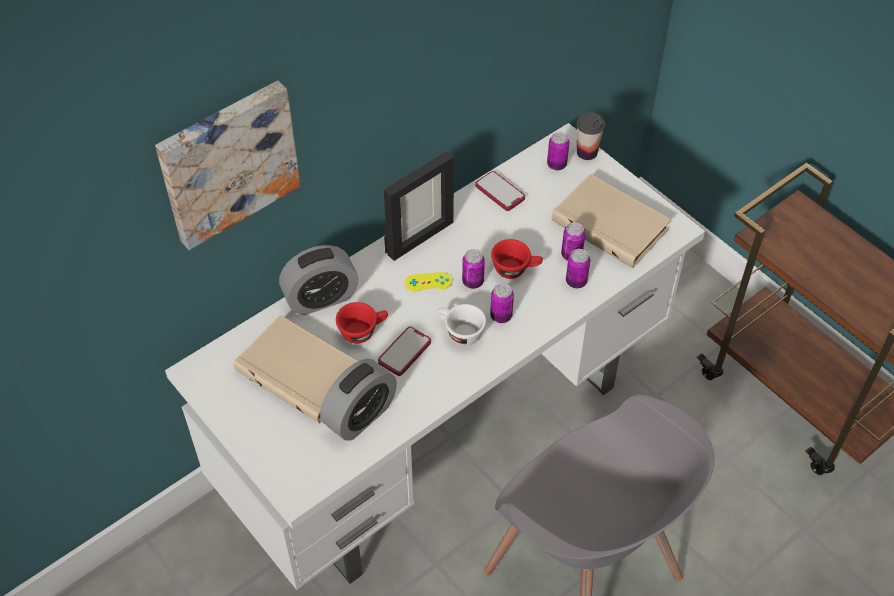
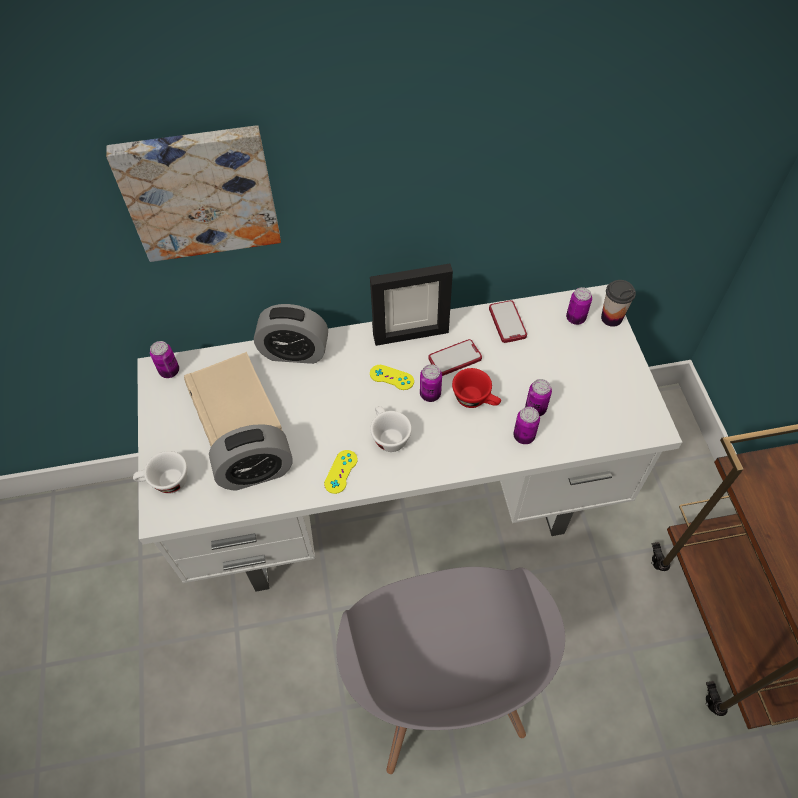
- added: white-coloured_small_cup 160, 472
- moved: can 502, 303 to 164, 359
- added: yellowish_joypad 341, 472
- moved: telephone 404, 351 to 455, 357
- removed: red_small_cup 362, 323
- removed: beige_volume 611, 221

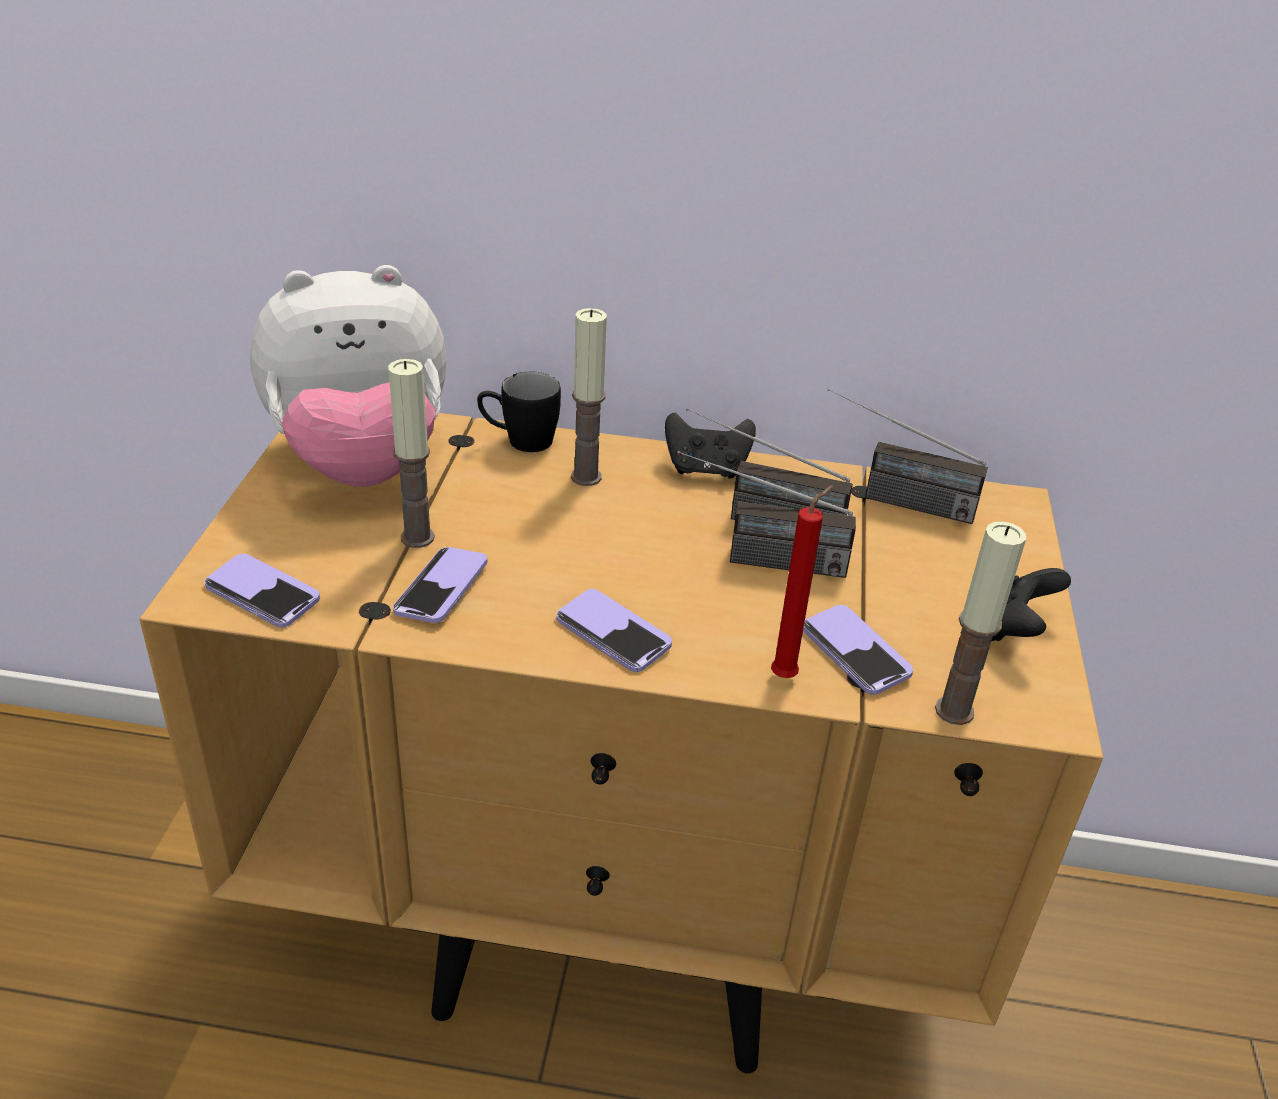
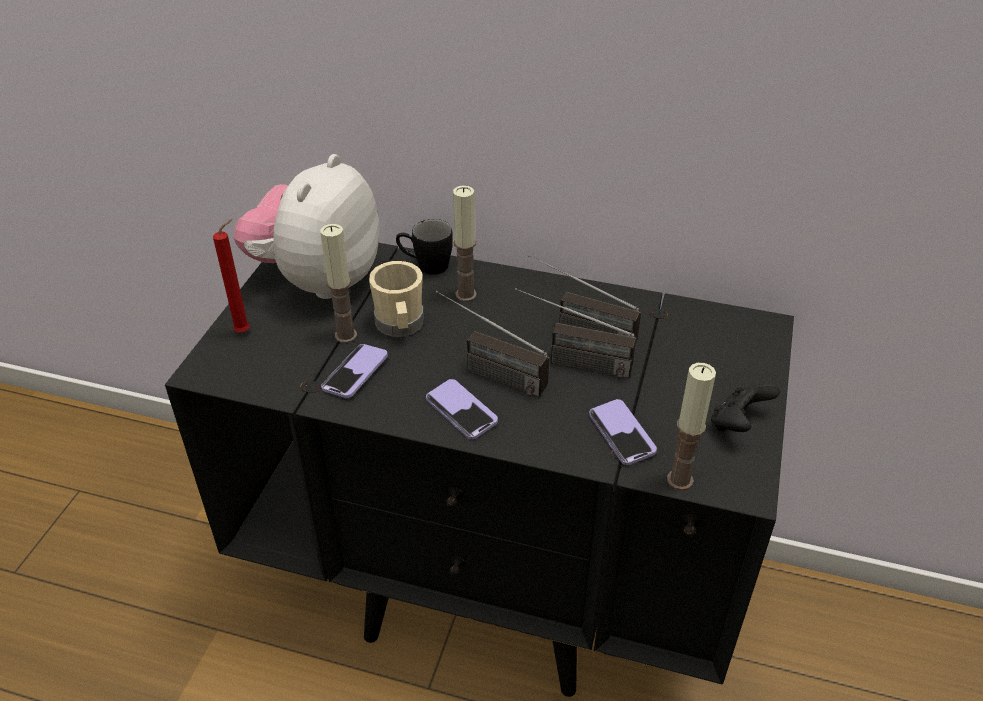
- recoloured: beige_chest_of_drawers 621, 743 to black-coloured_chest_of_drawers 479, 470
- moved: red_wax_candle 802, 581 to 231, 276
- turned: cuddly_toy 348, 376 = 307, 226 120 degrees clockwise
- added: beige_mug 396, 299
- moved: radio 907, 456 to 493, 344
- removed: telephone 262, 591
- removed: black-coloured_joypad 710, 446

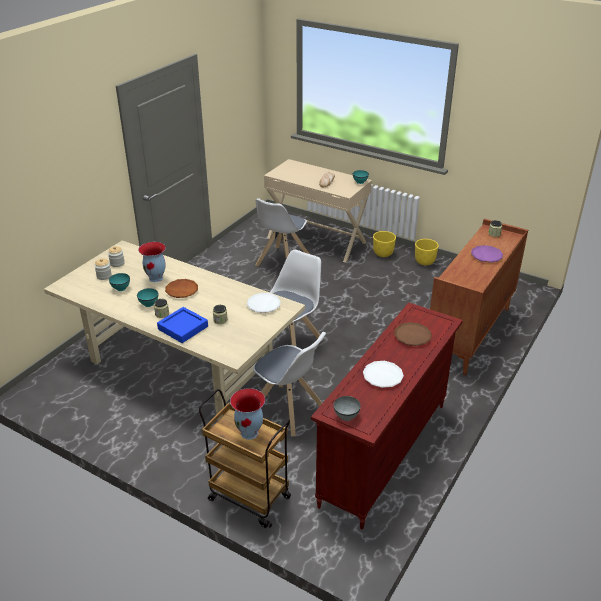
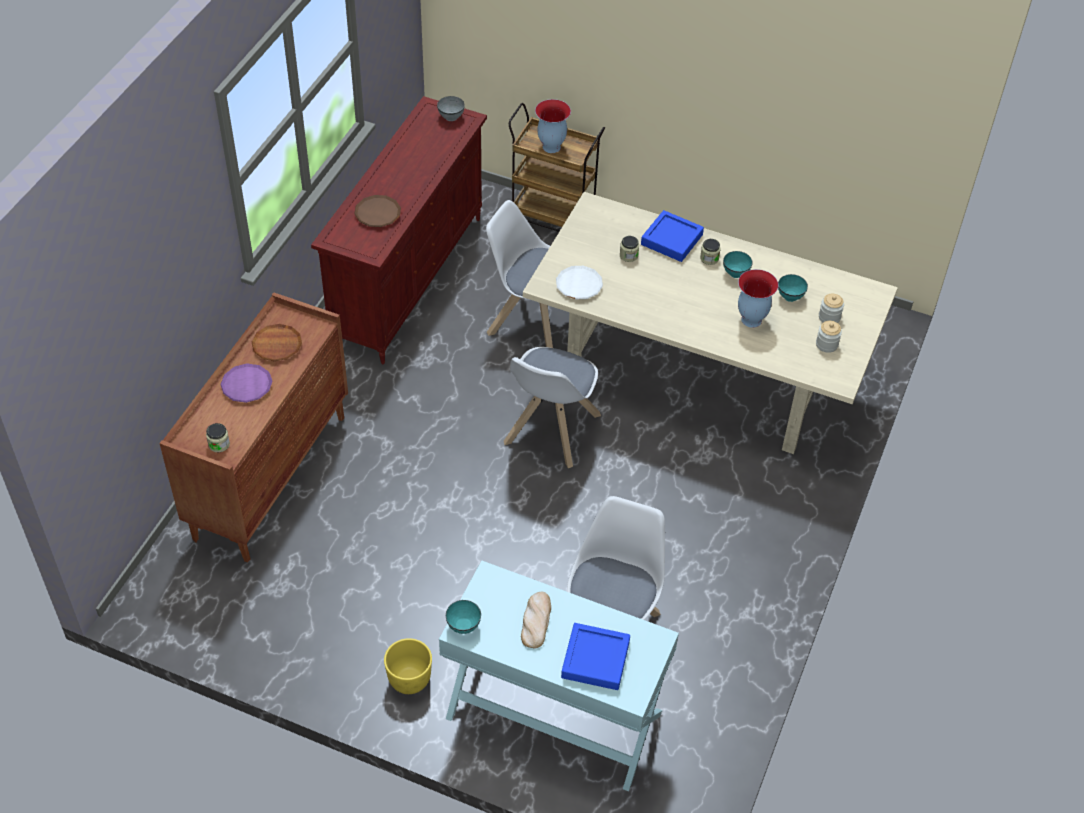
- moved: brown_flat_dish 181, 288 to 277, 342
- recoloured: beige_desk_table 318, 211 to turquoise-coloured_desk_table 559, 676
- added: bluish_serving_tray 595, 656
- removed: white-coloured_flat_dish 383, 374
- removed: yellowish_flower_pot 427, 252

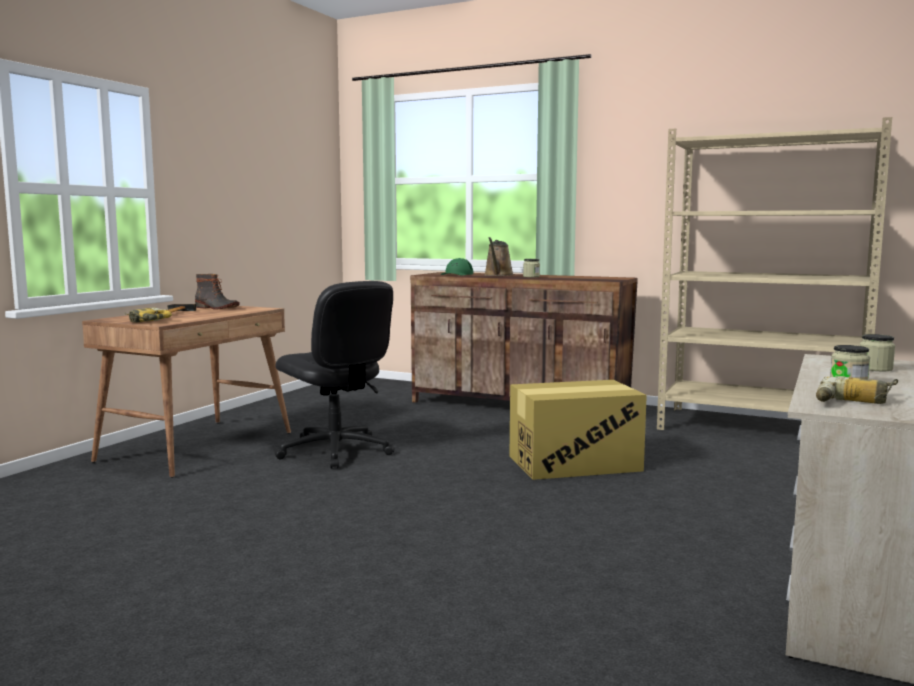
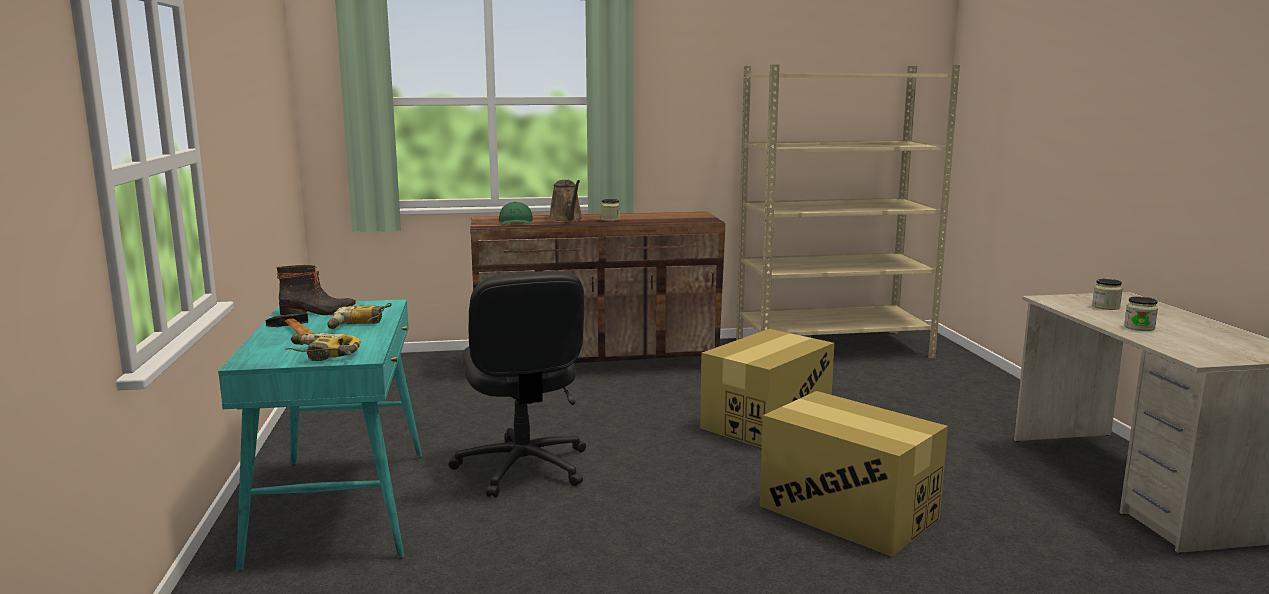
- recoloured: brown_desk_table 186, 392 to turquoise-coloured_desk_table 320, 435
- moved: electric_drill 857, 390 to 359, 316
- turned: black-coloured_computer_chair 335, 375 = 517, 384 60 degrees clockwise
- added: packing_box 854, 474

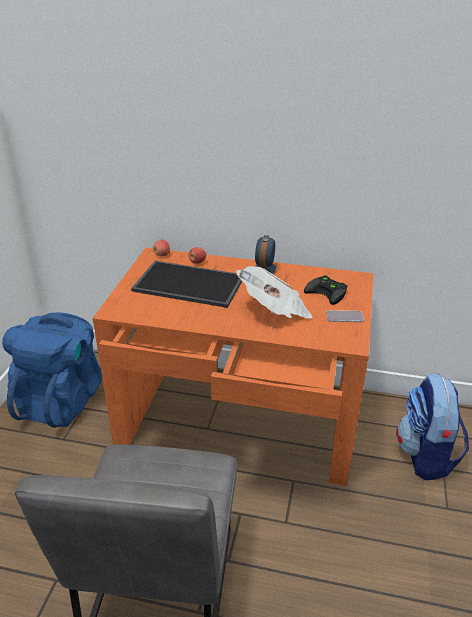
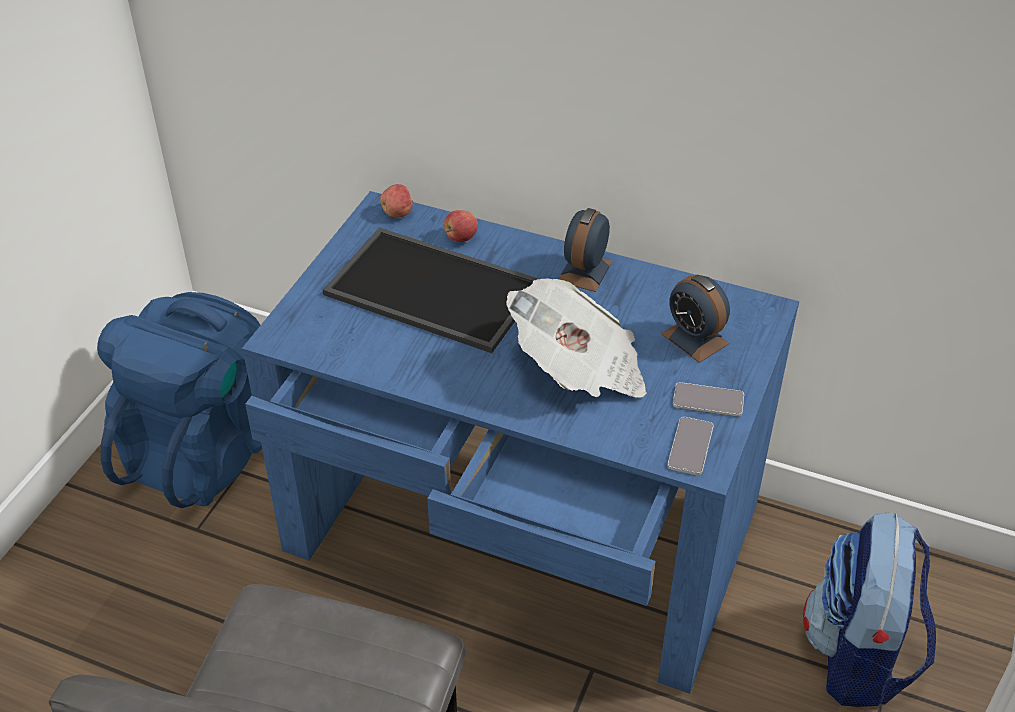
- recoloured: orange_desk_table 232, 367 to bluish_desk_table 520, 442
- replaced: black-coloured_joypad 325, 290 to alarm_clock 695, 318
- added: telephone 690, 446

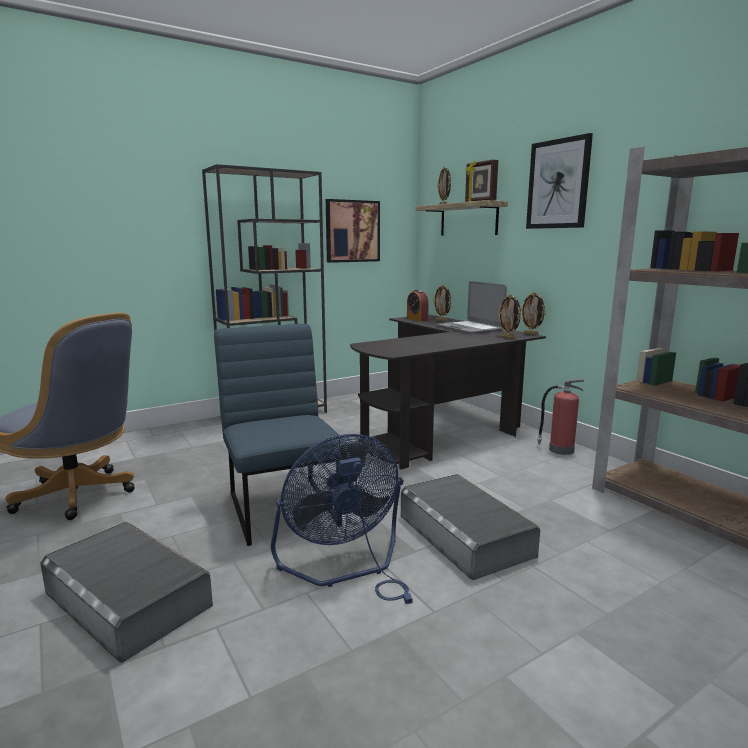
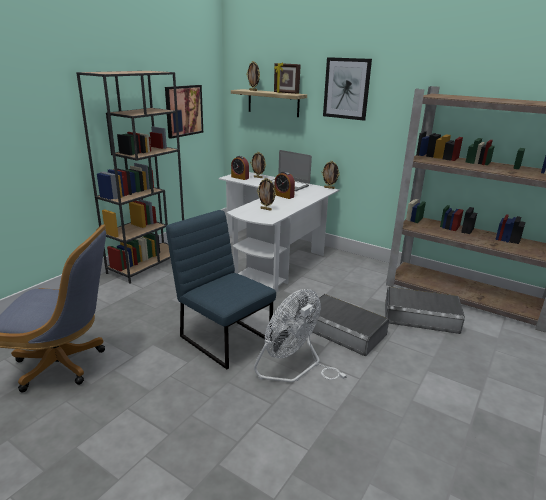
- recoloured: black-coloured_desk_table 448, 392 to white-coloured_desk_table 278, 232
- recoloured: bluish_electric_fan 342, 519 to white-coloured_electric_fan 300, 335
- moved: standing_frame 509, 316 to 266, 194
- added: alarm_clock 284, 185
- moved: gray_storage_container 126, 592 to 425, 310
- removed: fire_extinguisher 560, 417

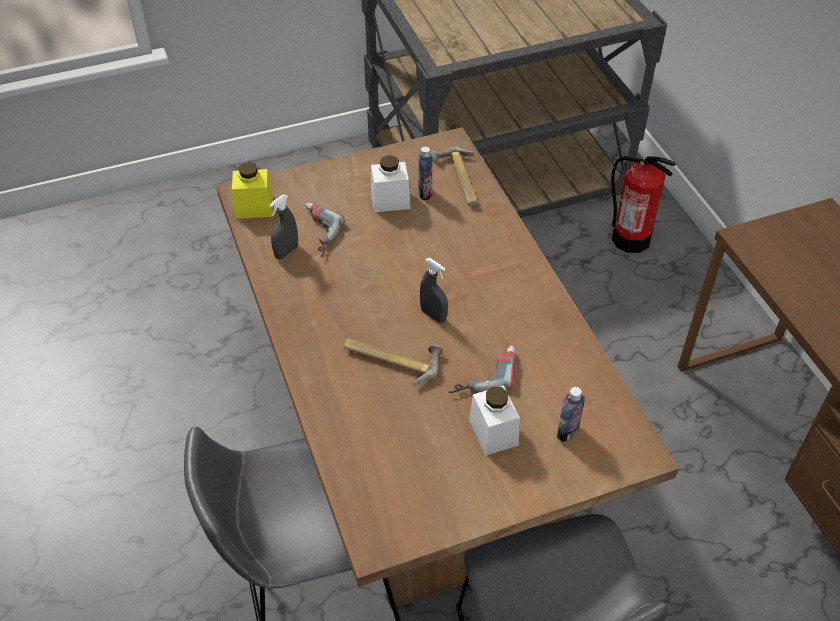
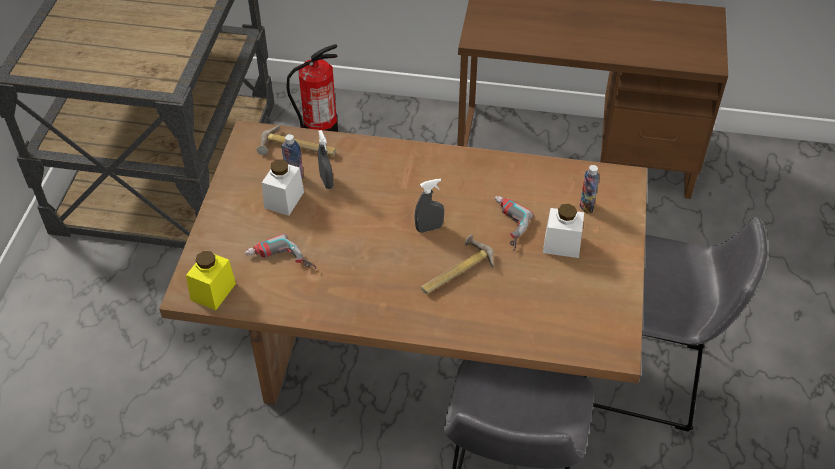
- moved: gray_hand_sprayer 283, 227 to 325, 159

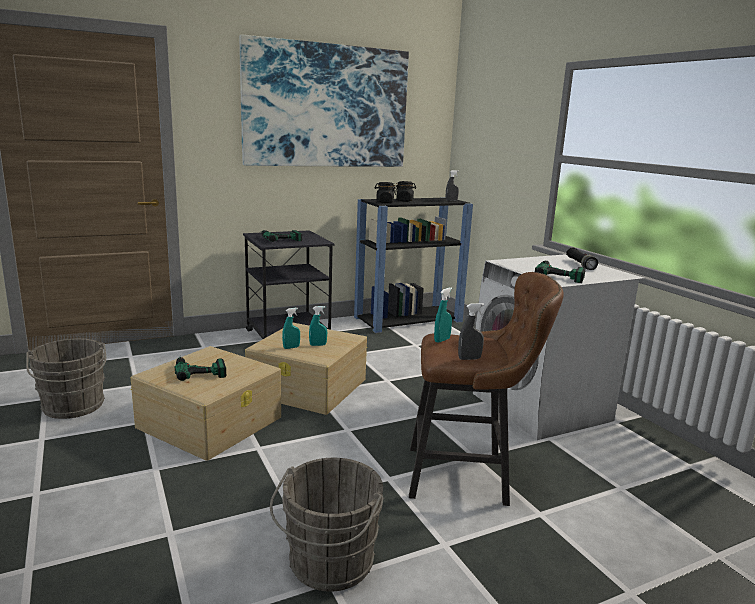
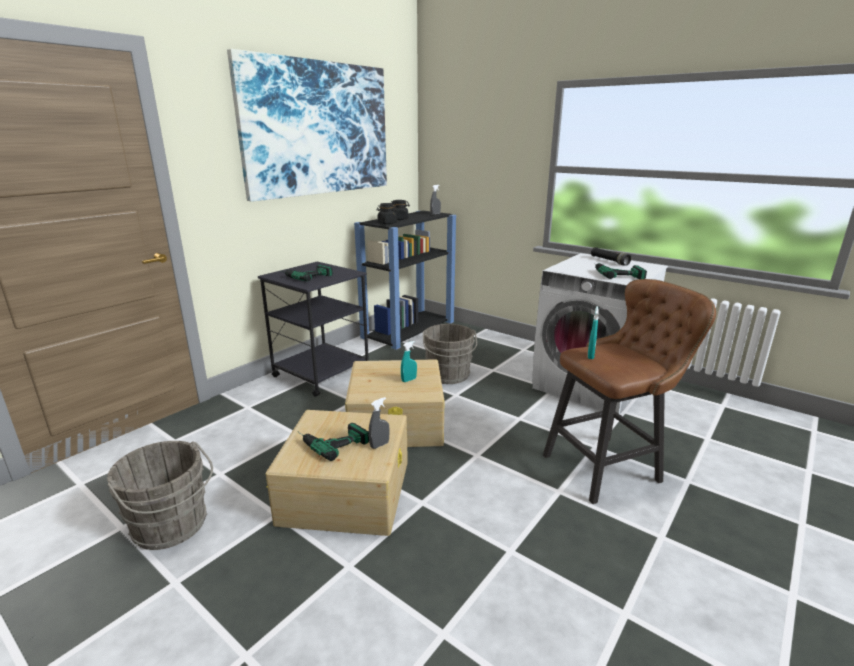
- moved: gray_hand_sprayer 471, 331 to 379, 423
- moved: gray_pail 327, 524 to 450, 354
- removed: turquoise-coloured_hand_sprayer 291, 328

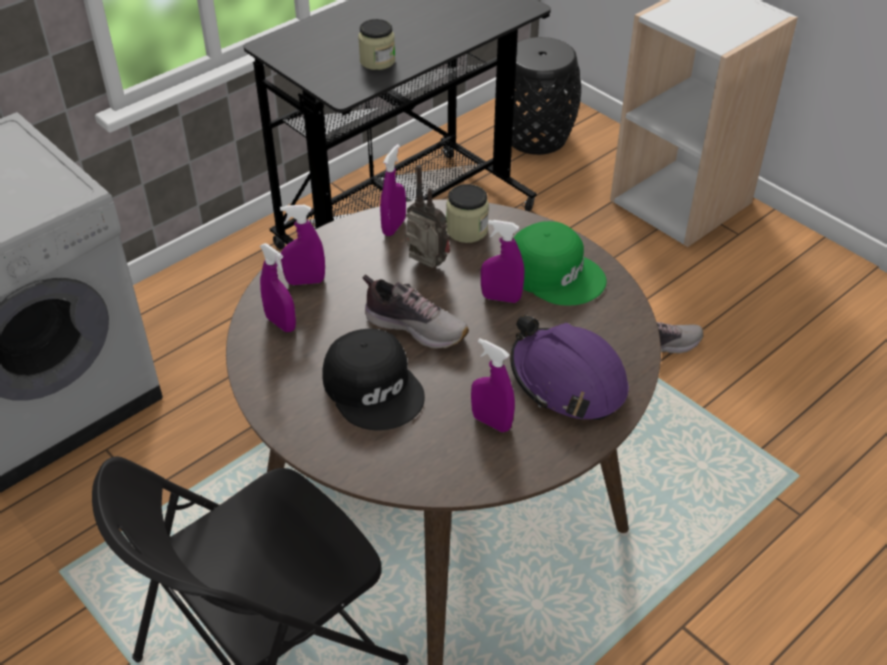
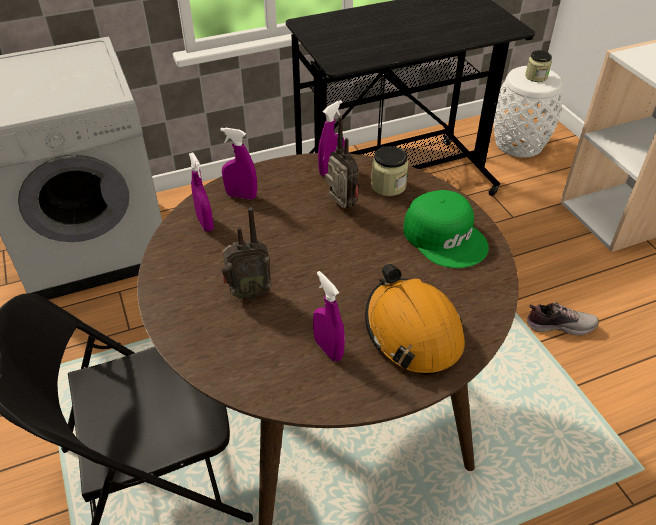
- replaced: black-coloured_peaked_cap 373, 379 to radio 246, 253
- recoloured: purple-coloured_safety_helmet 569, 368 to orange_safety_helmet 415, 319
- recoloured: black-coloured_sitting_stool 546, 96 to white-coloured_sitting_stool 528, 112
- moved: preserve_jar 376, 44 to 538, 66
- removed: low_shoe 416, 312
- removed: purple-coloured_hand_sprayer 502, 261

